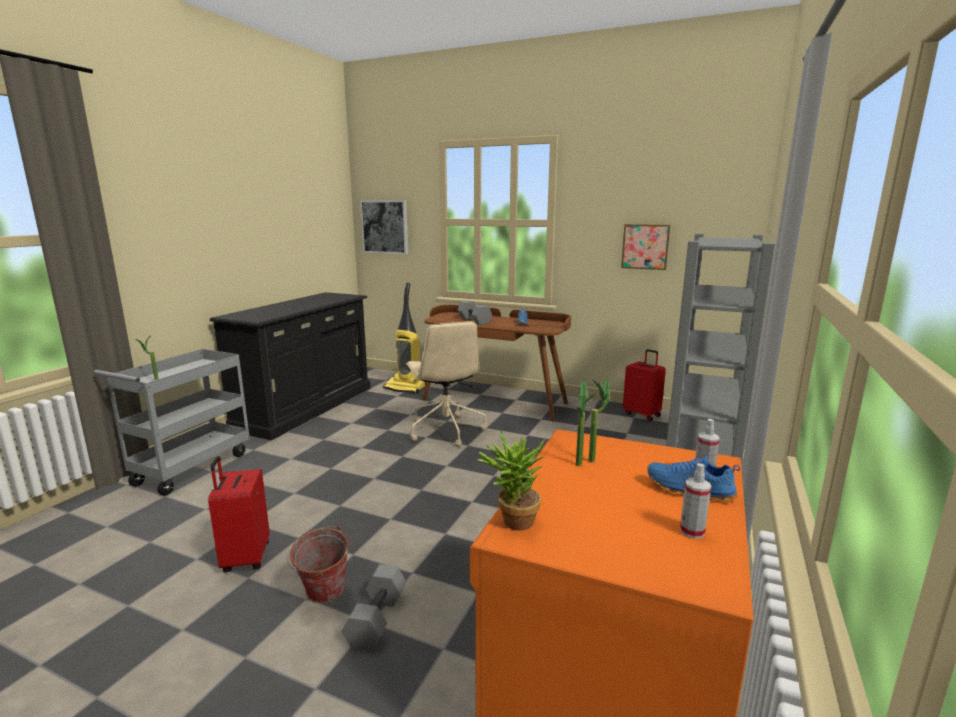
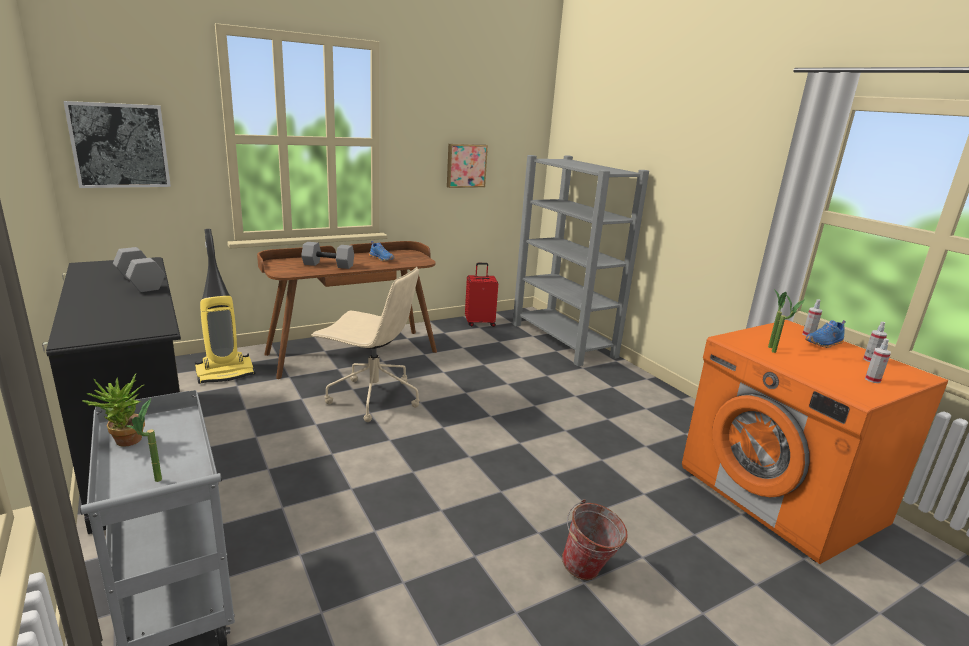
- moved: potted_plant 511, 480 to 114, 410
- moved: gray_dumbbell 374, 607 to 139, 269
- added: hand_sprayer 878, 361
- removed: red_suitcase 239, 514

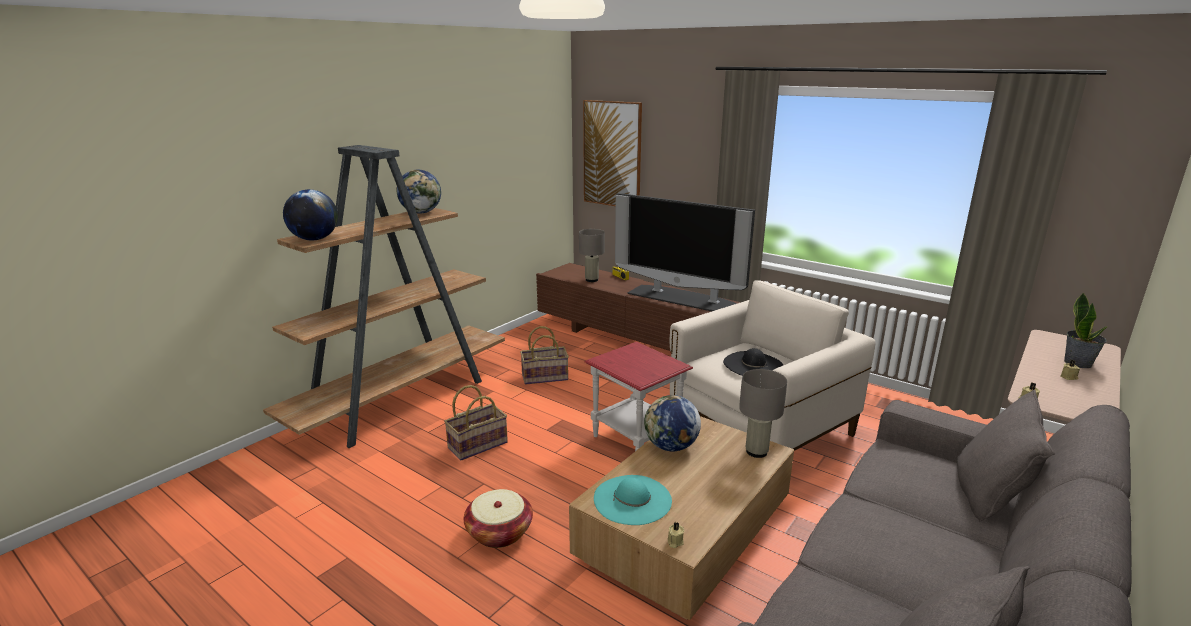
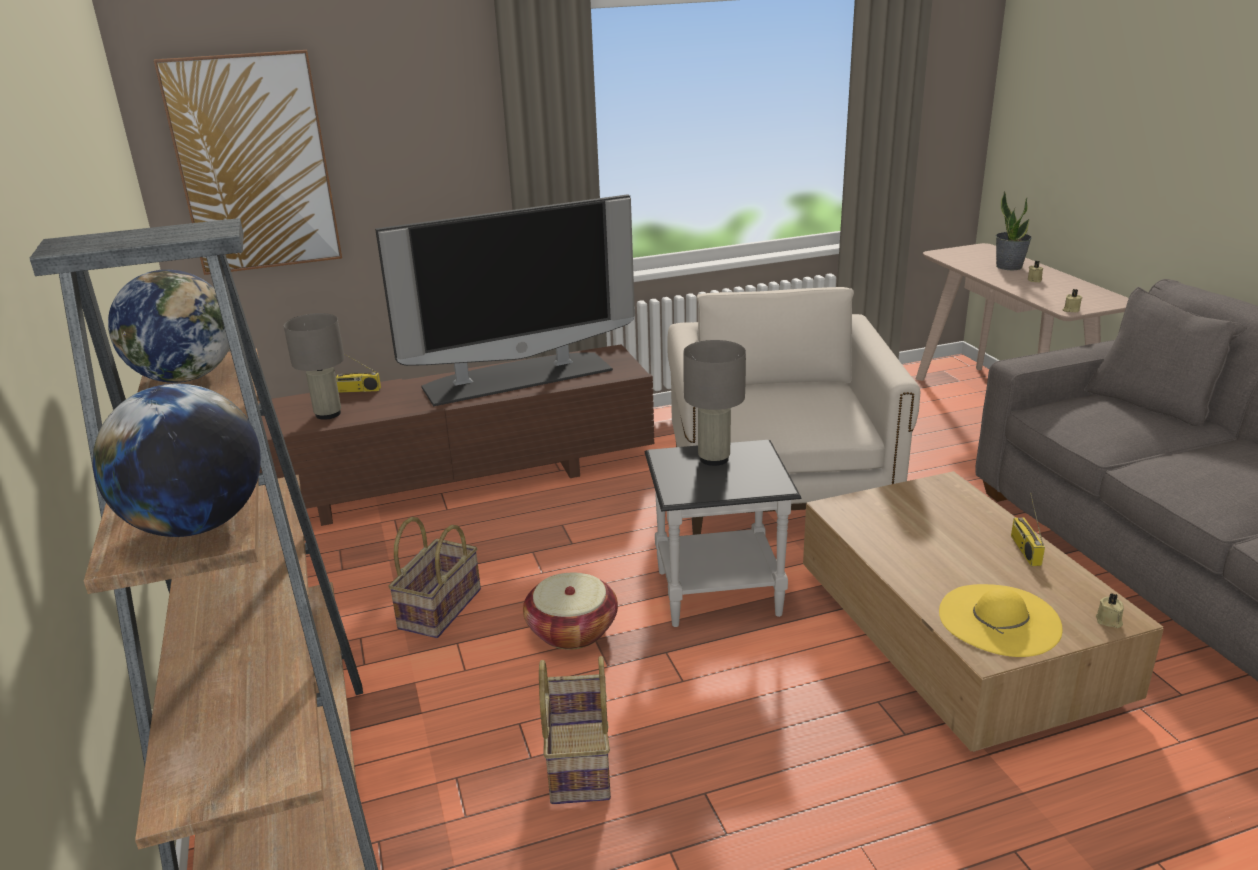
- moved: household_basket 498, 518 to 570, 611
- recoloured: red_side_table 638, 396 to black-coloured_side_table 723, 533
- moved: gray_table_lamp 763, 413 to 714, 403
- recoloured: turquoise-coloured_clothing_hat 633, 500 to yellowish_clothing_hat 1001, 620
- added: radio 1028, 529
- removed: world_globe 672, 423
- removed: black-coloured_clothing_hat 753, 362

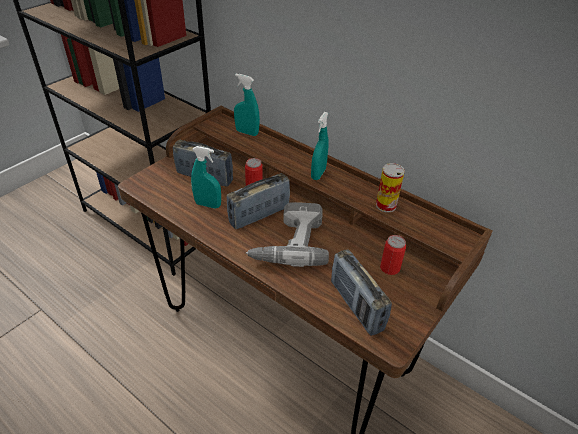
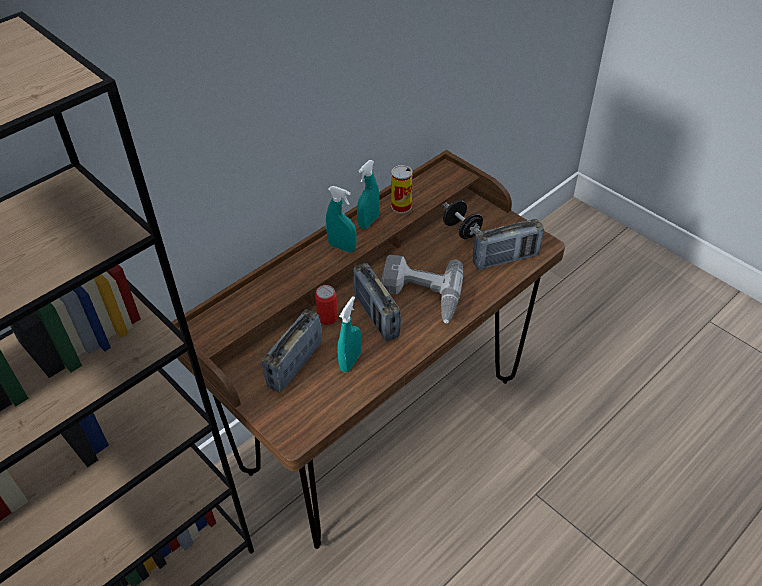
- moved: turquoise-coloured_hand_sprayer 247, 105 to 368, 194
- replaced: can 393, 255 to black-coloured_dumbbell 462, 219

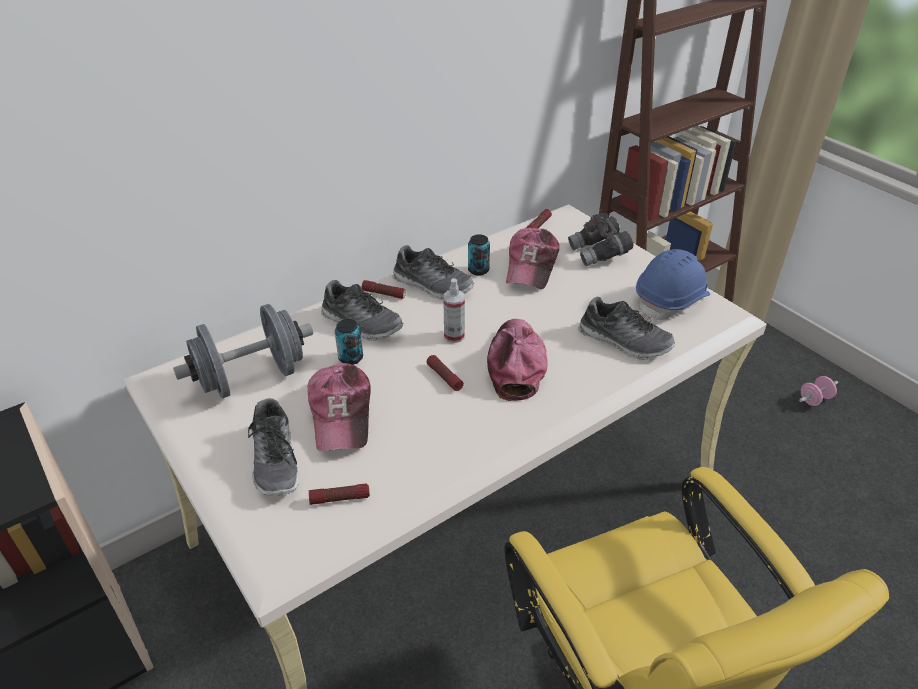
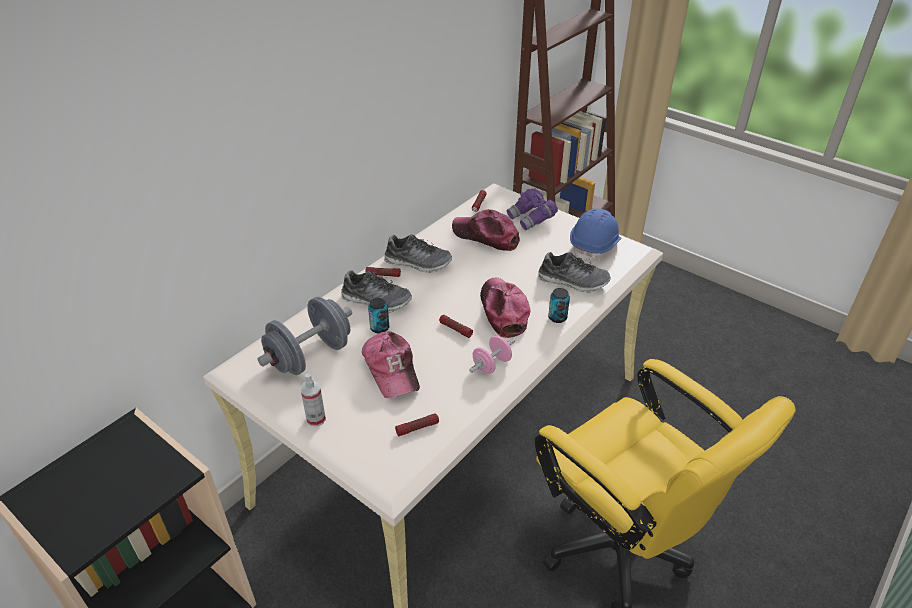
- moved: hand_sprayer 454, 310 to 313, 399
- turned: peaked_cap 533, 258 = 486, 230 120 degrees clockwise
- moved: pink-coloured_dumbbell 818, 391 to 492, 355
- recoloured: gray_pair_of_binoculars 601, 239 to purple-coloured_pair_of_binoculars 532, 209
- moved: can 479, 255 to 559, 305
- removed: low_shoe 273, 447

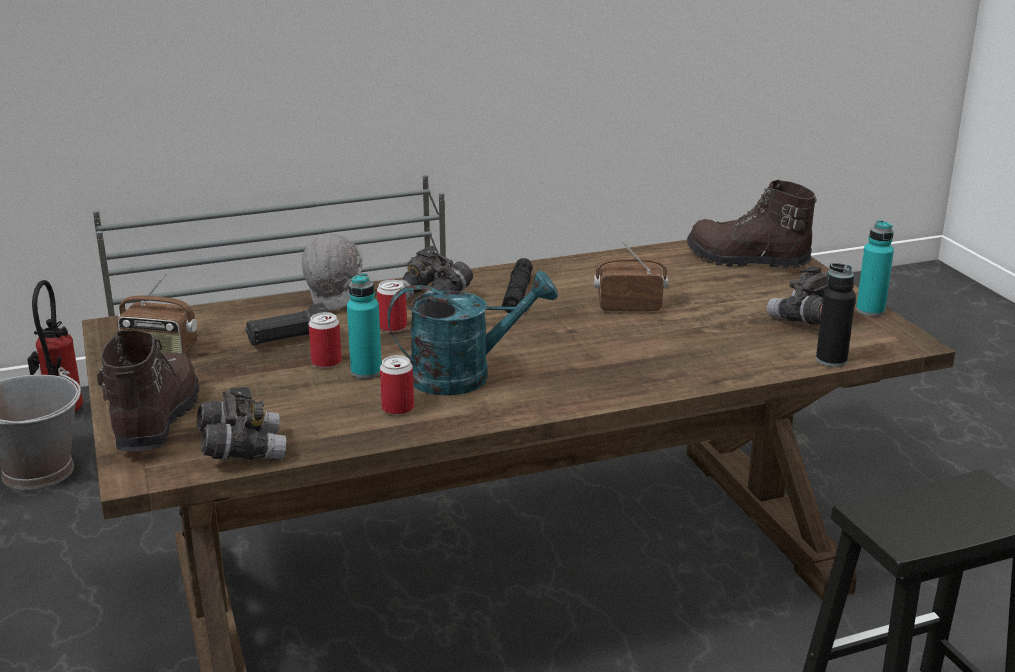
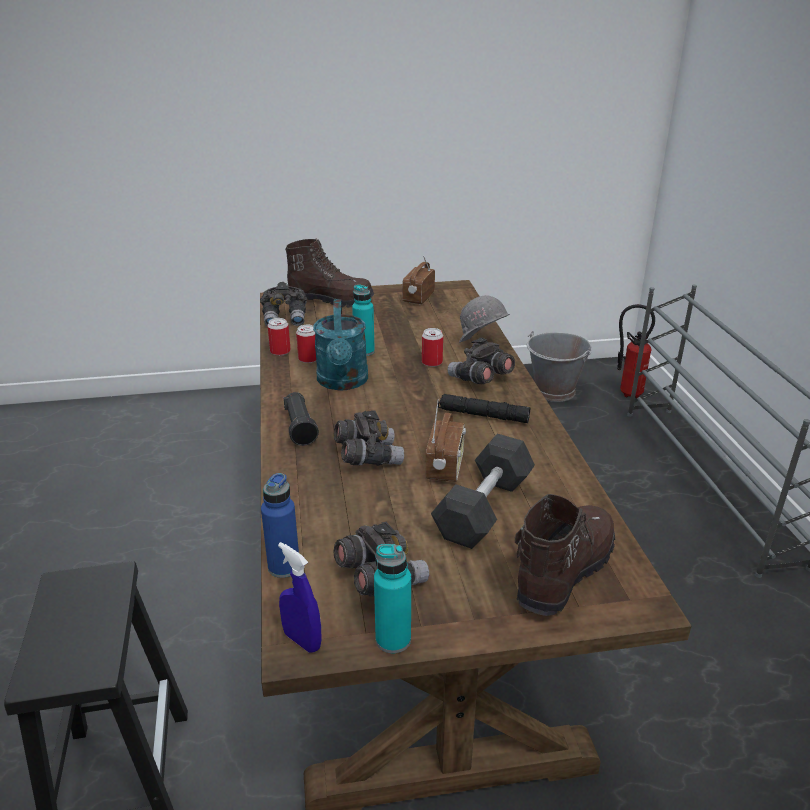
- recoloured: black-coloured_drink_bottle 836, 315 to bluish_drink_bottle 280, 525
- moved: can 325, 340 to 279, 337
- added: bluish_hand_sprayer 300, 597
- moved: black-coloured_hand_torch 286, 324 to 301, 419
- added: gray_pair_of_binoculars 369, 438
- added: gray_dumbbell 483, 491

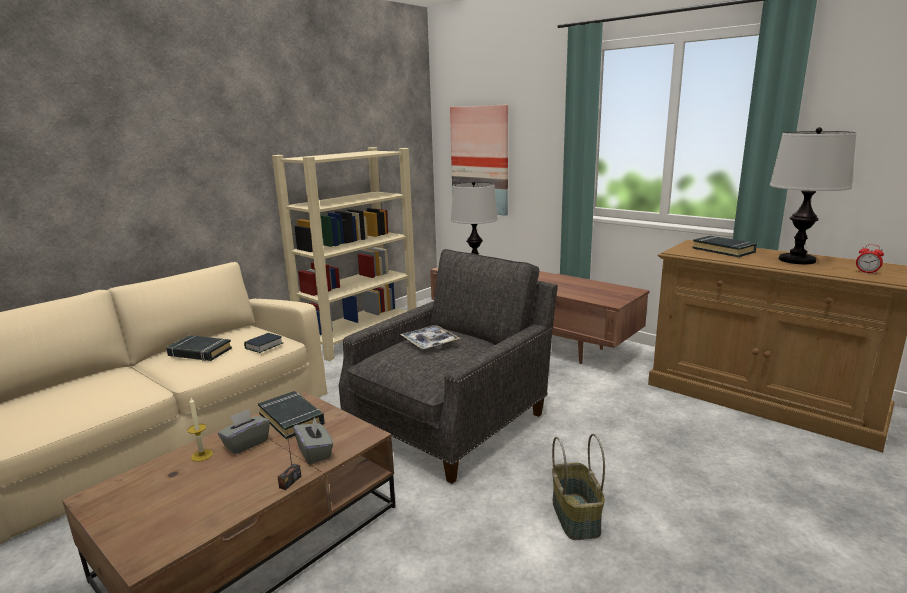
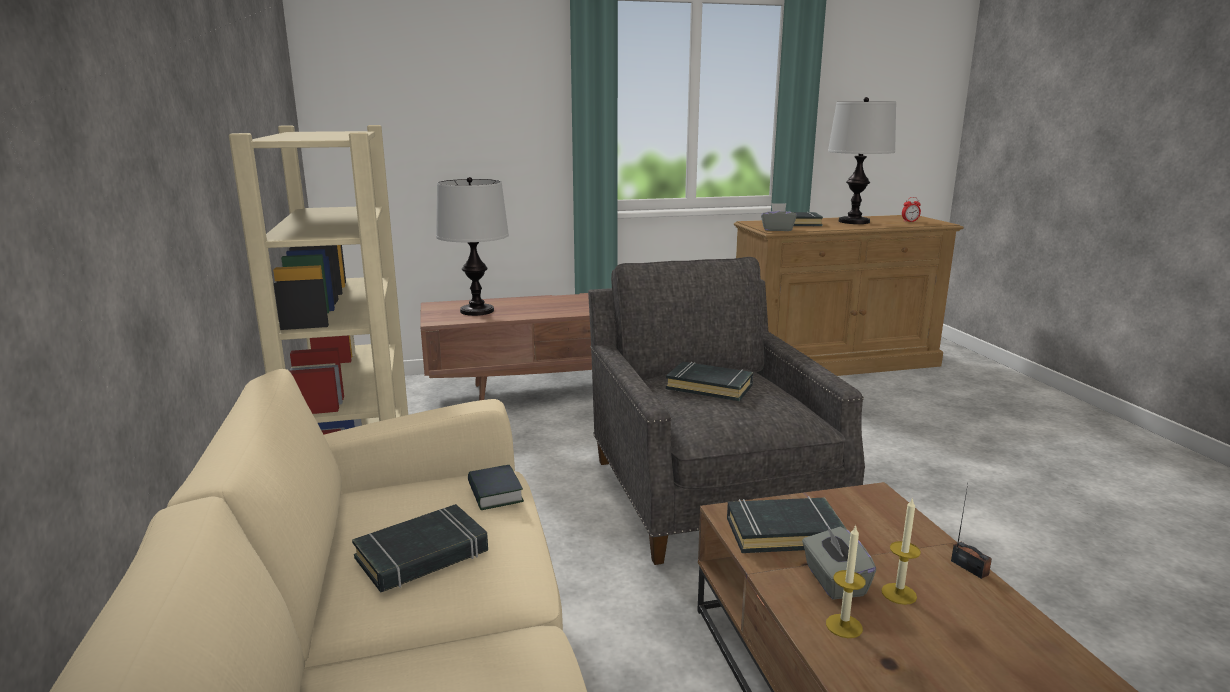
- replaced: serving_tray 430, 337 to black-coloured_volume 709, 381
- moved: gray_tissue_box 313, 440 to 779, 217
- added: wax_candle 901, 551
- removed: picture 479, 160
- removed: household_basket 578, 487

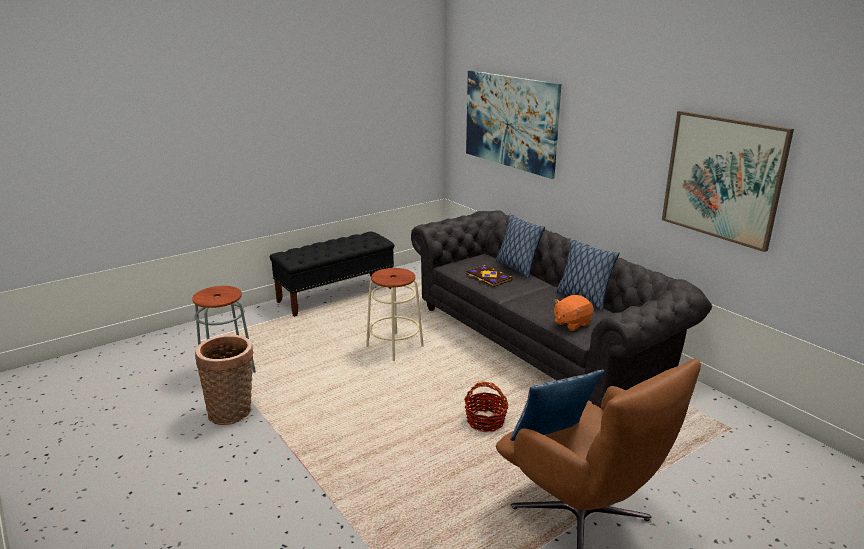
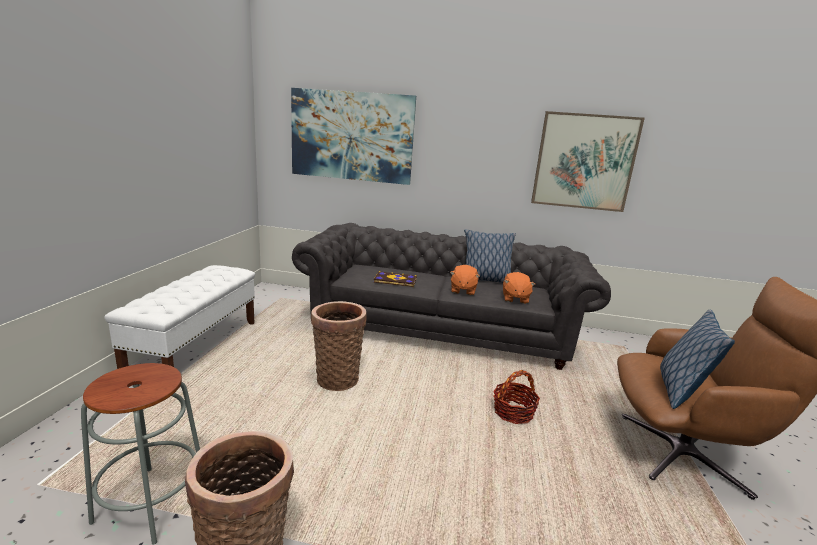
- recoloured: black-coloured_long_seat 332, 274 to white-coloured_long_seat 180, 317
- replaced: beige_sitting_stool 395, 314 to household_basket 338, 346
- added: orange_cuddly_toy 465, 280
- removed: pillow 520, 246

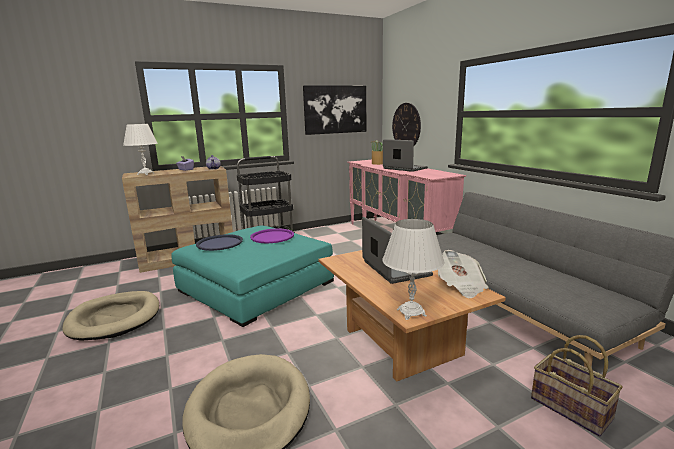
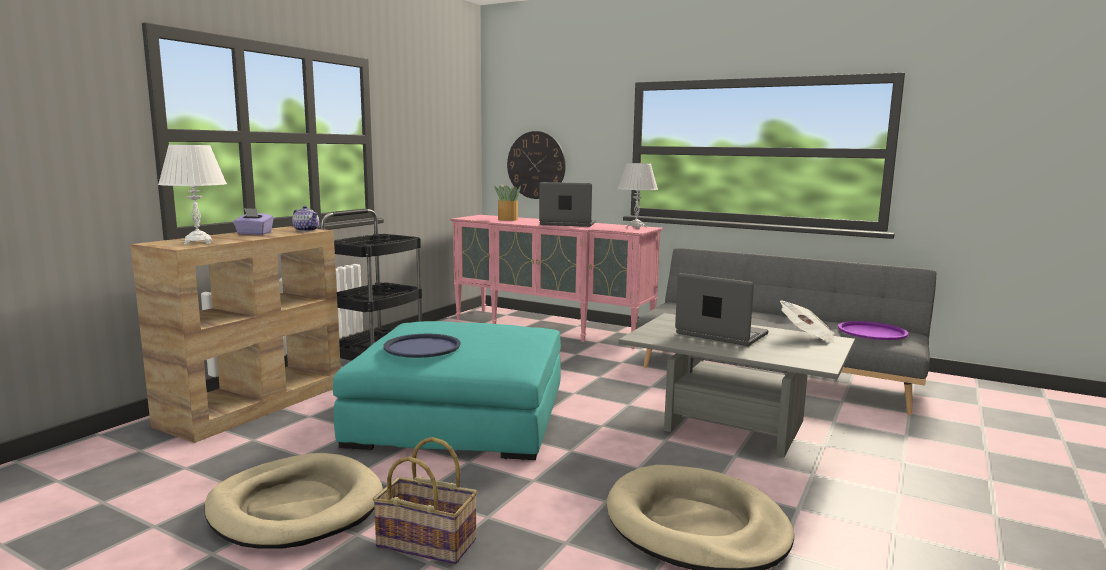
- moved: household_basket 577, 386 to 424, 500
- moved: white-coloured_table_lamp 413, 269 to 638, 196
- recoloured: brown_coffee_table 412, 316 to gray_coffee_table 737, 385
- moved: purple-coloured_serving_tray 272, 235 to 873, 330
- removed: picture 334, 110

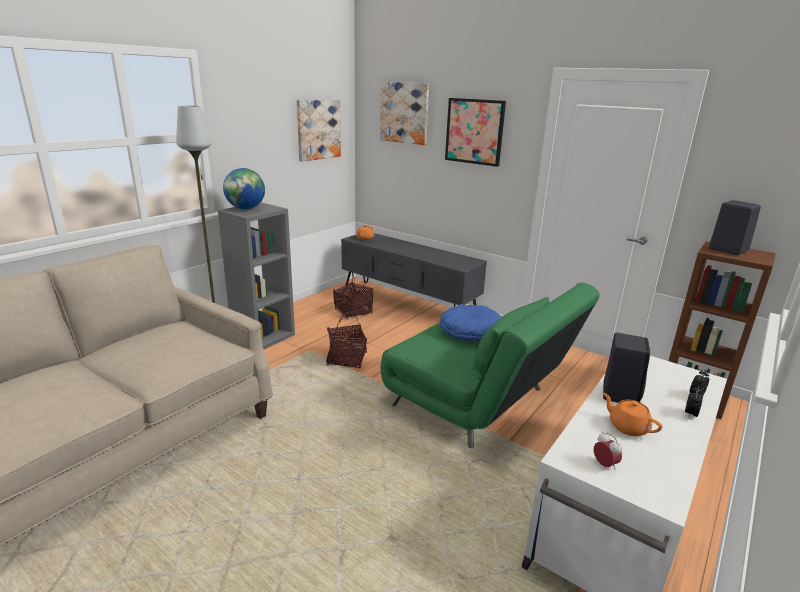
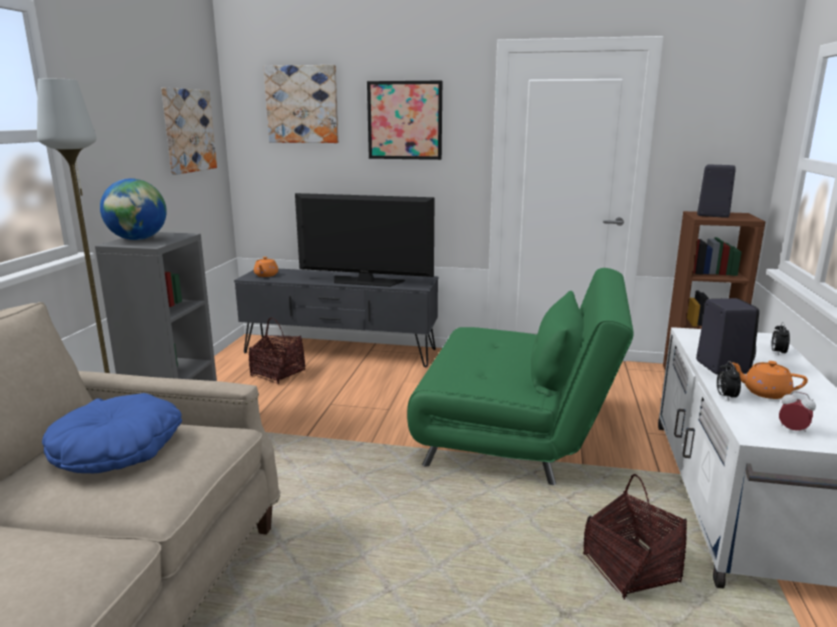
- moved: bluish_pillow 470, 322 to 112, 433
- added: television 365, 240
- moved: household_basket 346, 340 to 635, 537
- moved: alarm_clock 694, 401 to 729, 381

